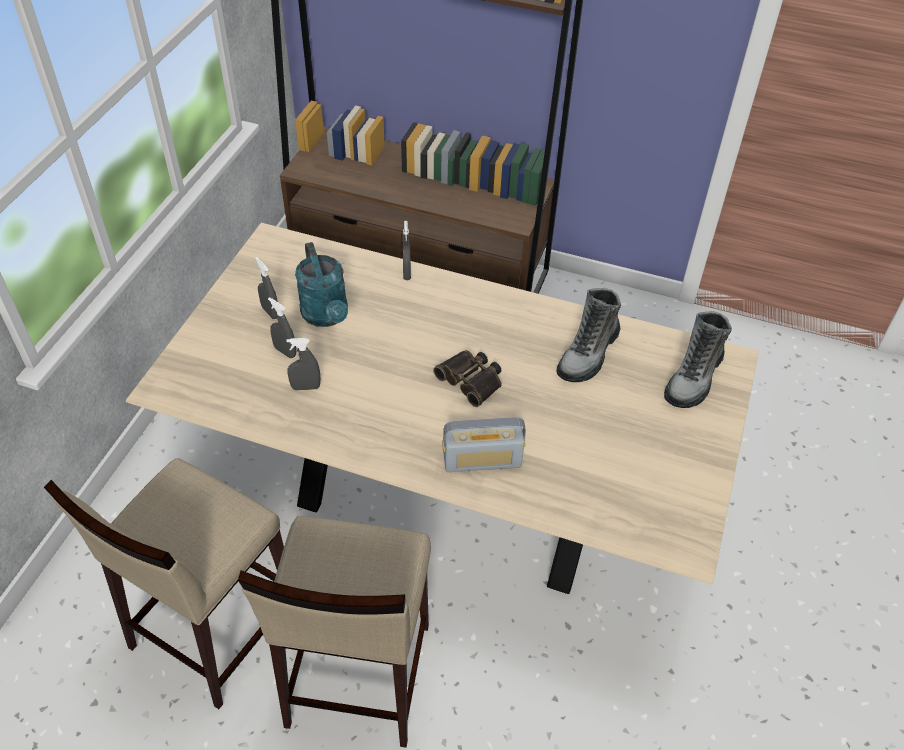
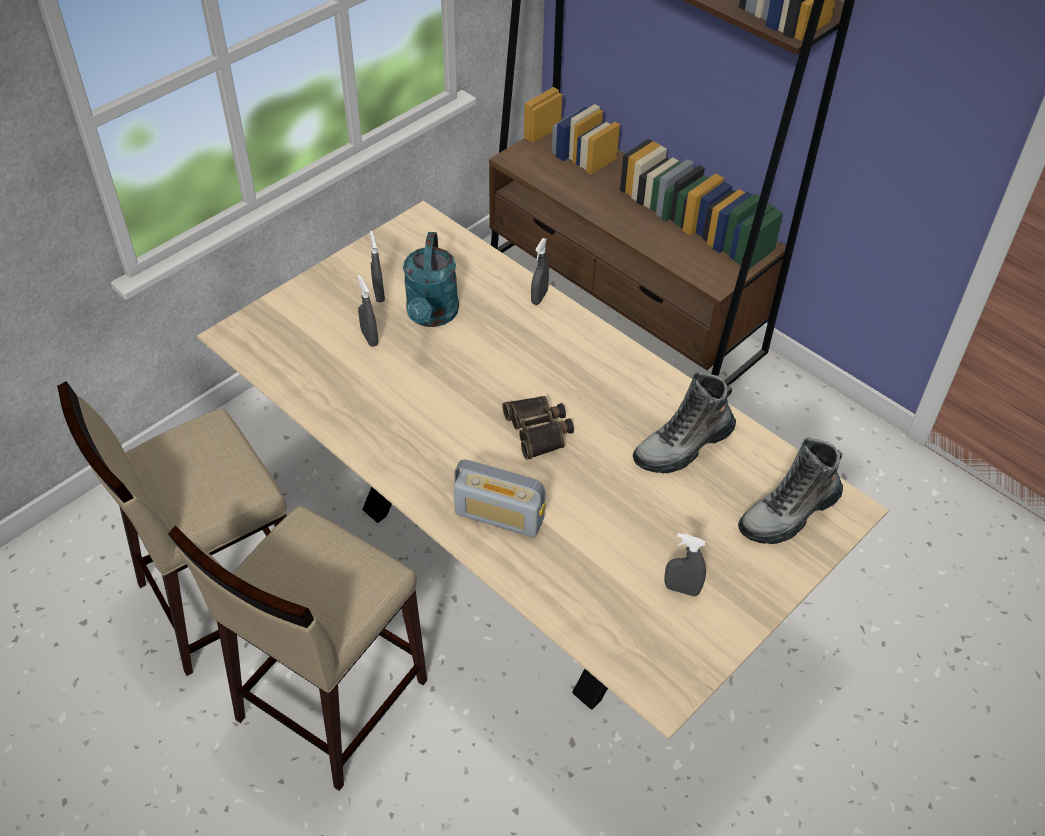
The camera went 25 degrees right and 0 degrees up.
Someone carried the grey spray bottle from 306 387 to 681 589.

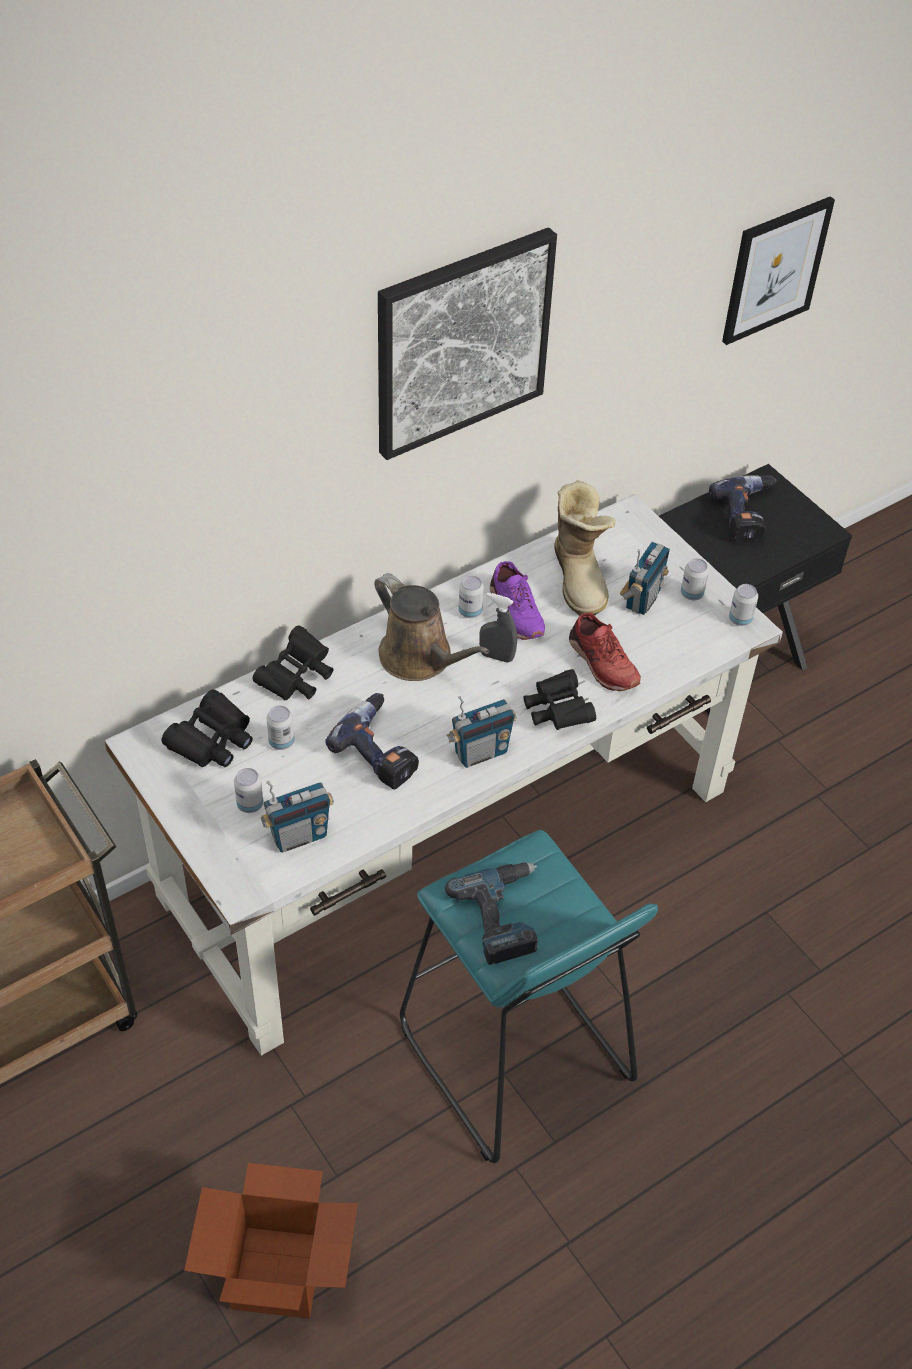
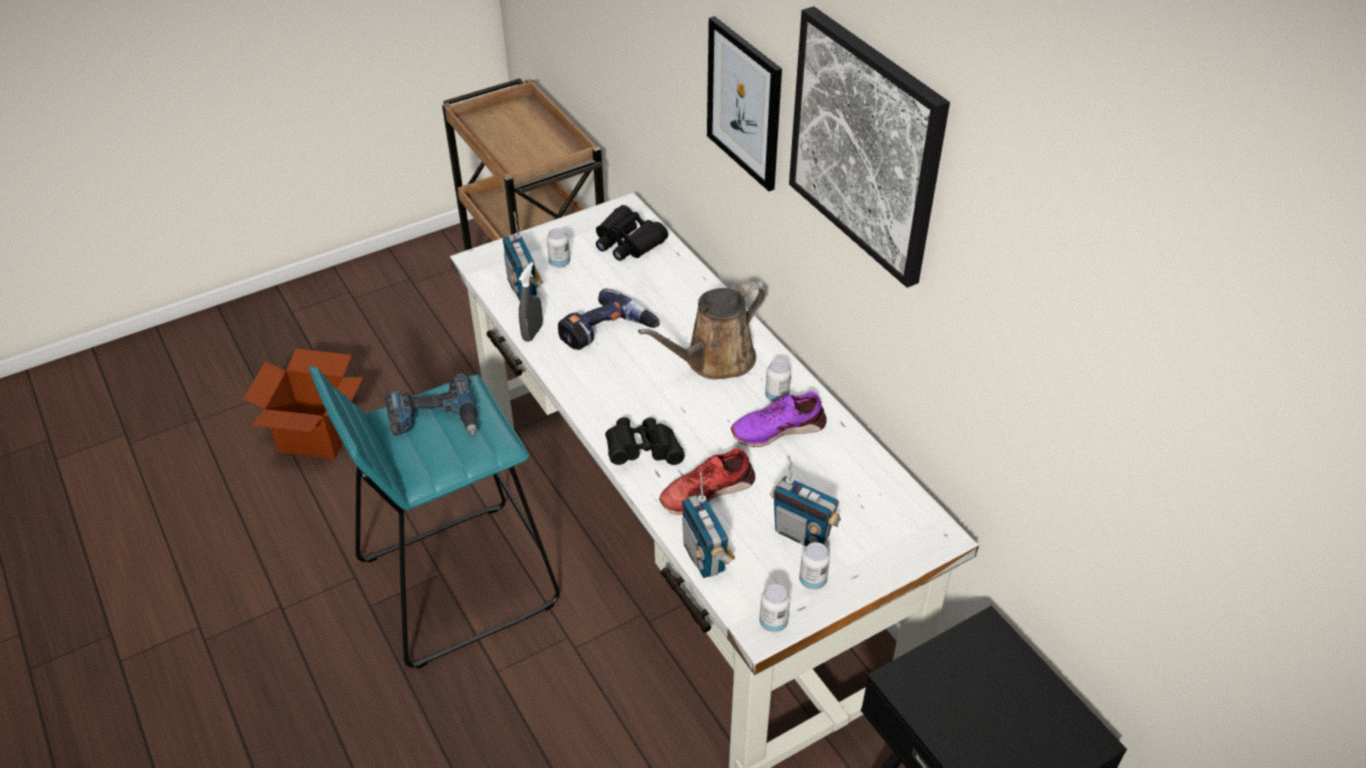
The camera went 95 degrees right and 5 degrees down.
Someone carried the grey spray bottle from 496 656 to 532 333.
Someone carried the radio from 480 752 to 705 557.
Someone carried the picture from 775 270 to 744 103.
Someone took away the black binoculars at 297 677.
Someone took away the can at 281 742.
Someone took away the boot at 581 577.
Someone took away the power drill at 748 515.

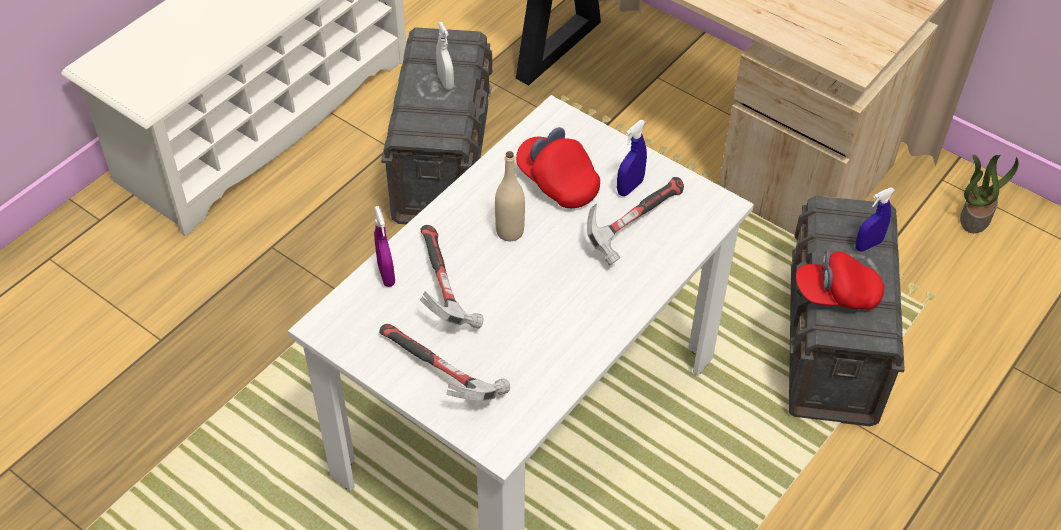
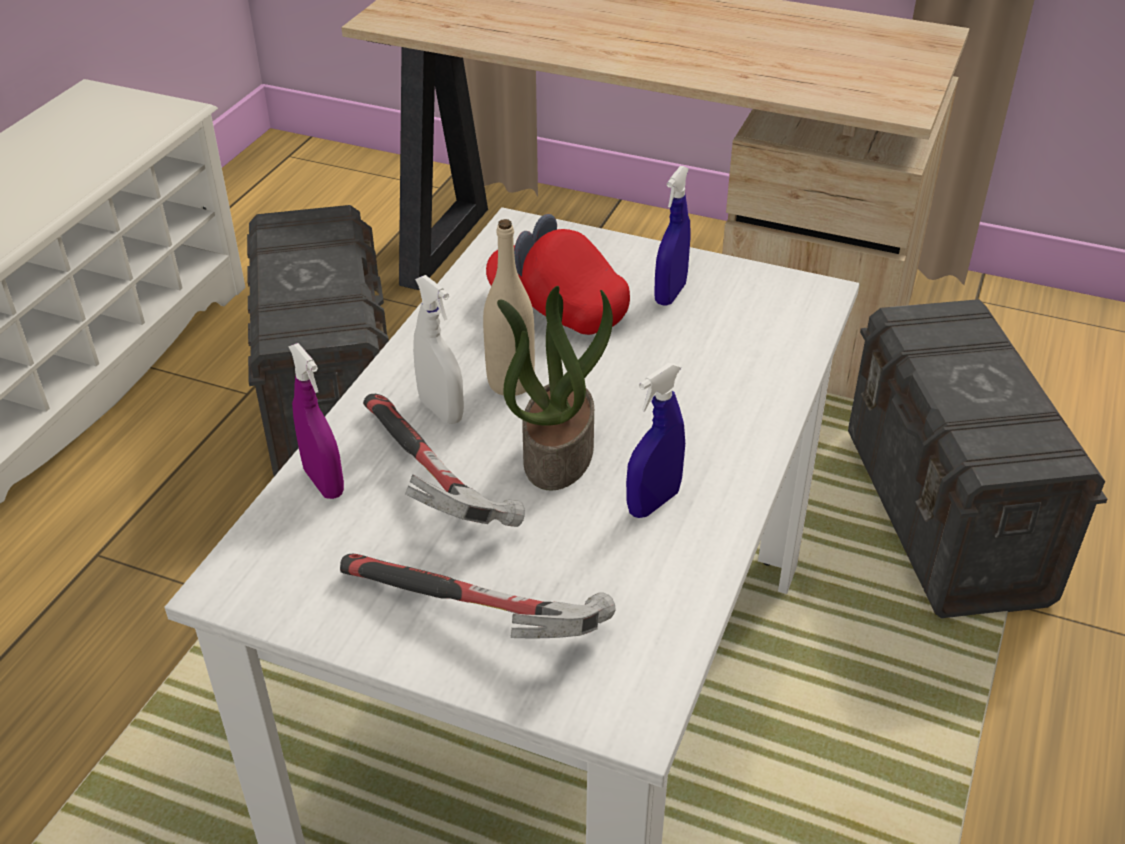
The camera went 15 degrees left and 10 degrees down.
Someone carried the white spray bottle from 445 82 to 441 410.
Someone carried the potted plant from 975 216 to 557 453.
Someone carried the blue spray bottle from 868 245 to 653 502.
Someone took away the hammer at 633 226.
Someone took away the red cap at 836 294.

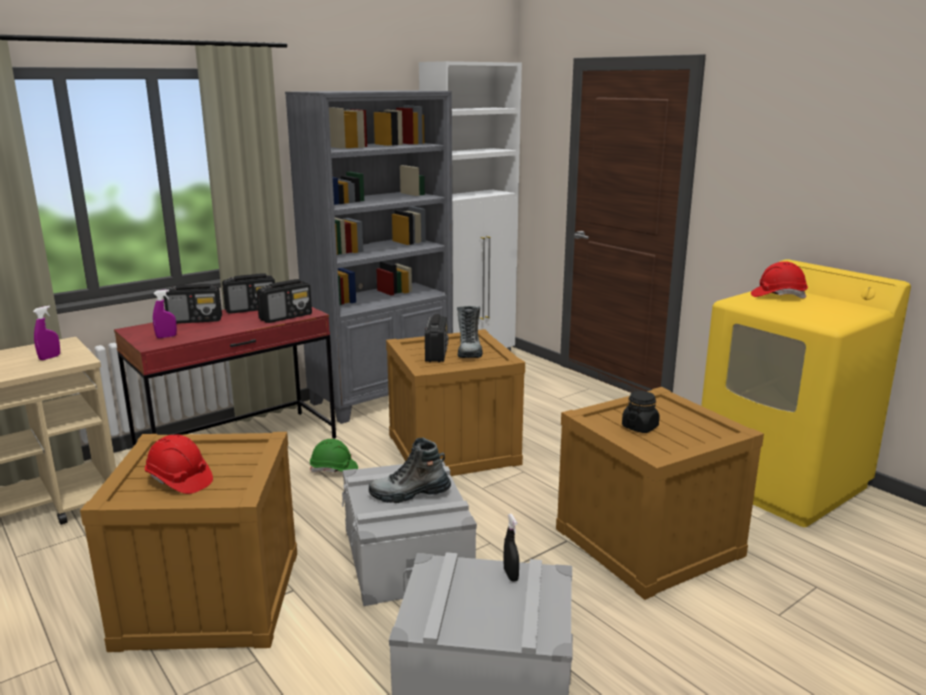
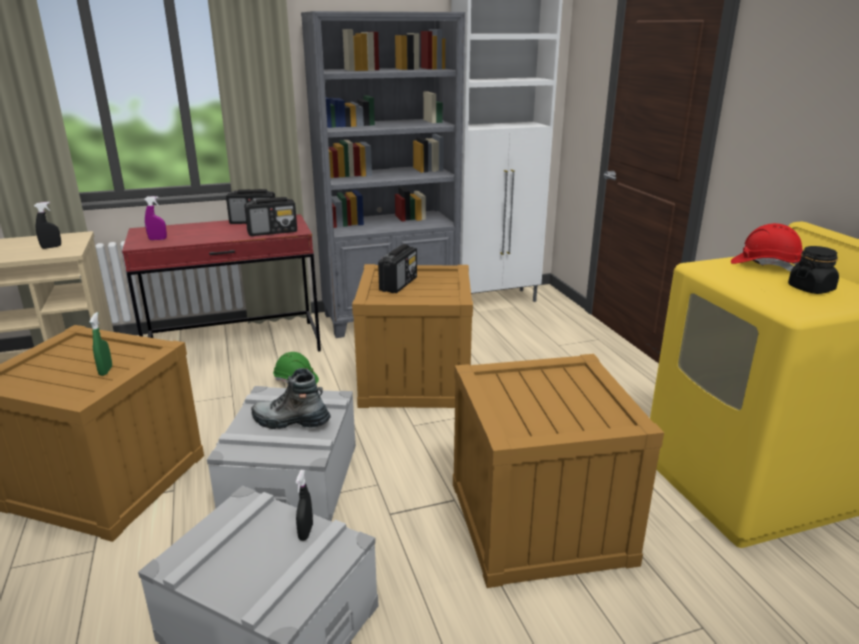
The camera went 20 degrees right and 5 degrees up.
Someone repainted the purple spray bottle at 50 357, which became the black spray bottle at 51 247.
Someone put down the green spray bottle at 106 371.
Someone carried the black jar from 640 427 to 811 289.
Someone took away the red hard hat at 179 480.
Someone took away the radio at 195 320.
Someone took away the boot at 469 350.

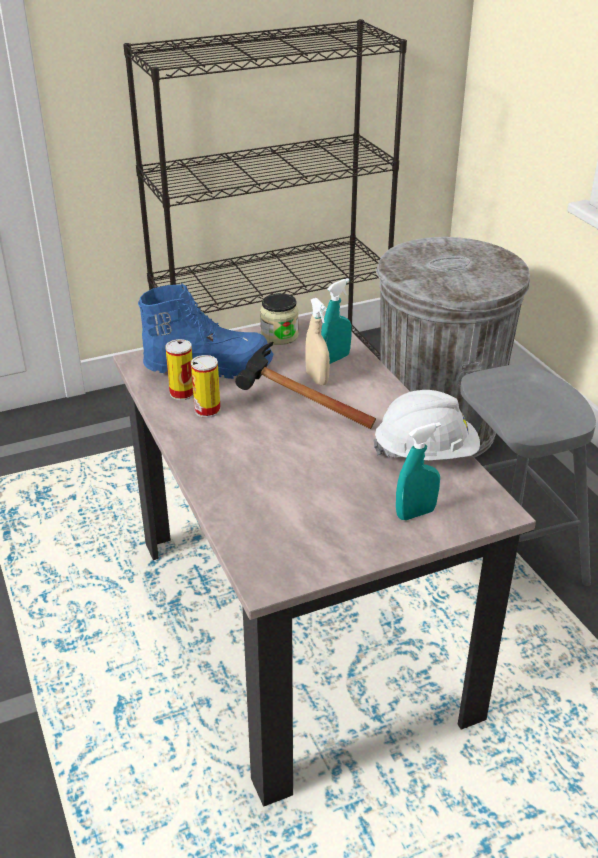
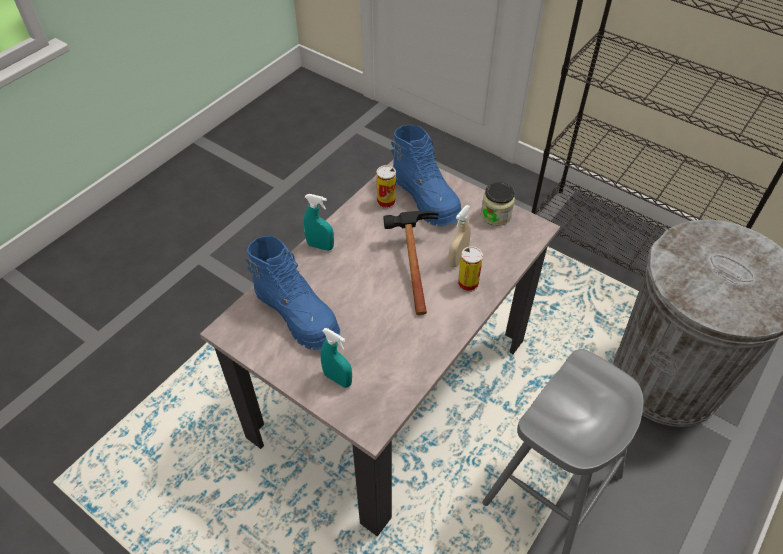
The camera went 60 degrees right and 15 degrees up.
Someone put down the blue boot at 298 314.
Someone carried the turquoise spray bottle from 335 359 to 320 246.
Someone carried the can from 207 410 to 468 284.
Someone took away the white hard hat at 426 453.

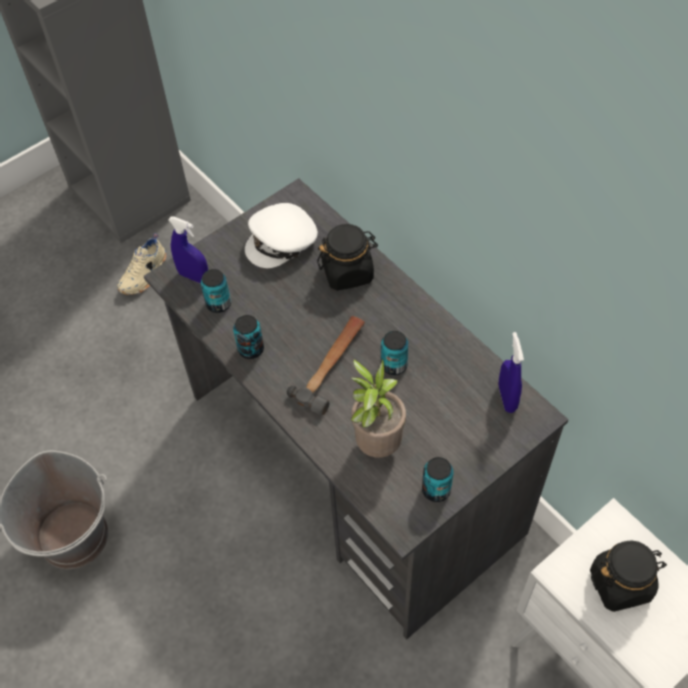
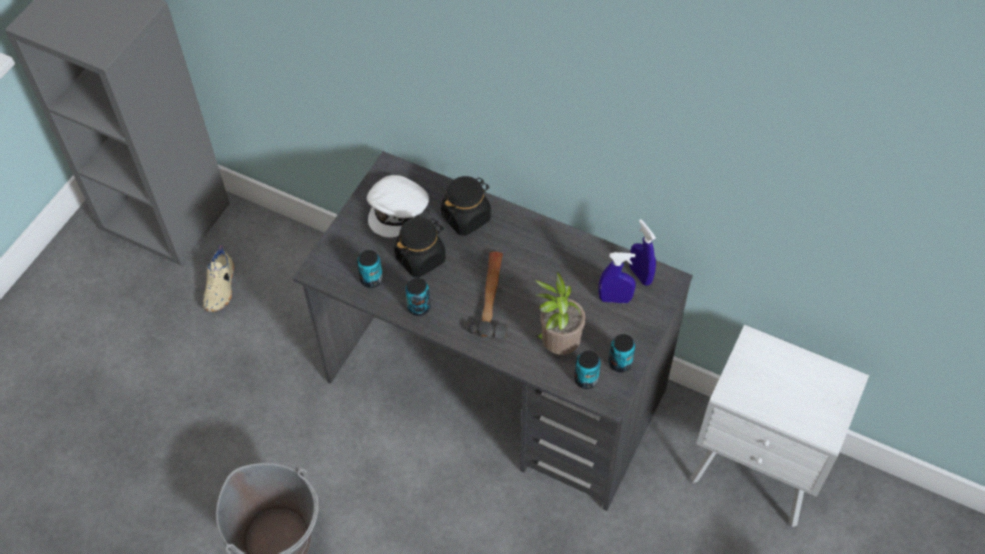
The camera went 25 degrees left and 0 degrees up.
Someone carried the black jar from 620 583 to 420 258.
Someone carried the can from 394 365 to 586 379.
Someone carried the blue spray bottle from 194 276 to 615 299.

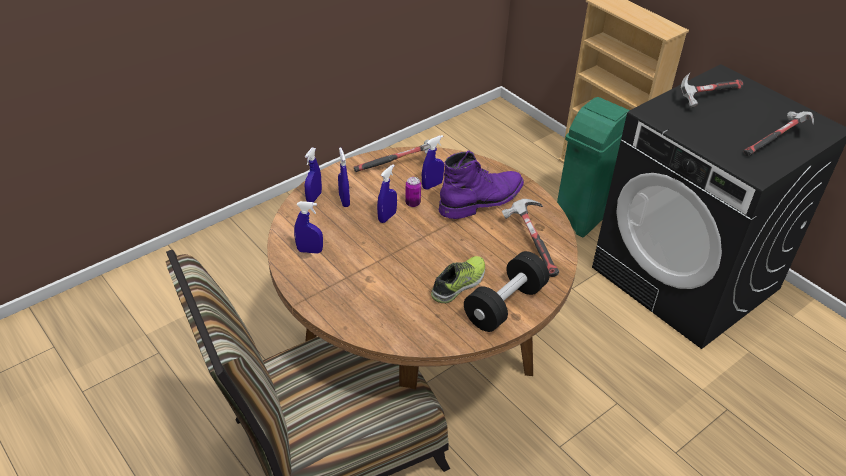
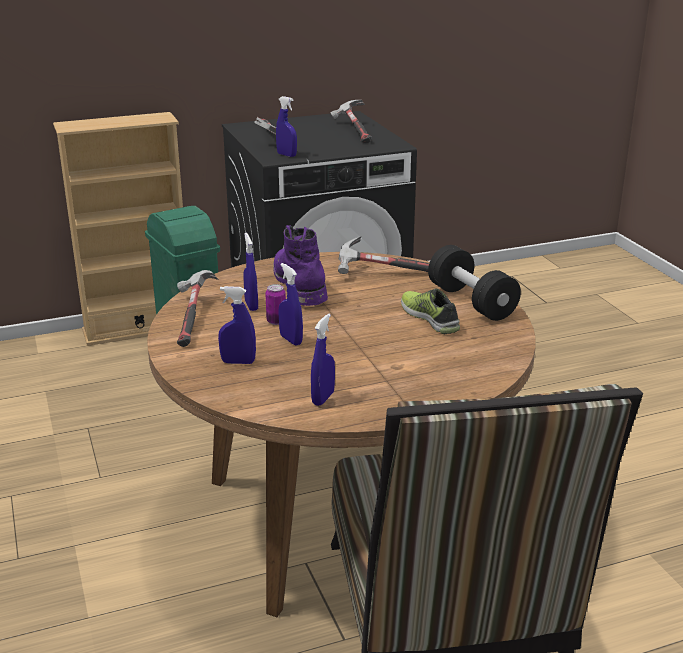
The camera went 70 degrees left and 15 degrees down.
Someone carried the blue spray bottle from 314 198 to 286 155.

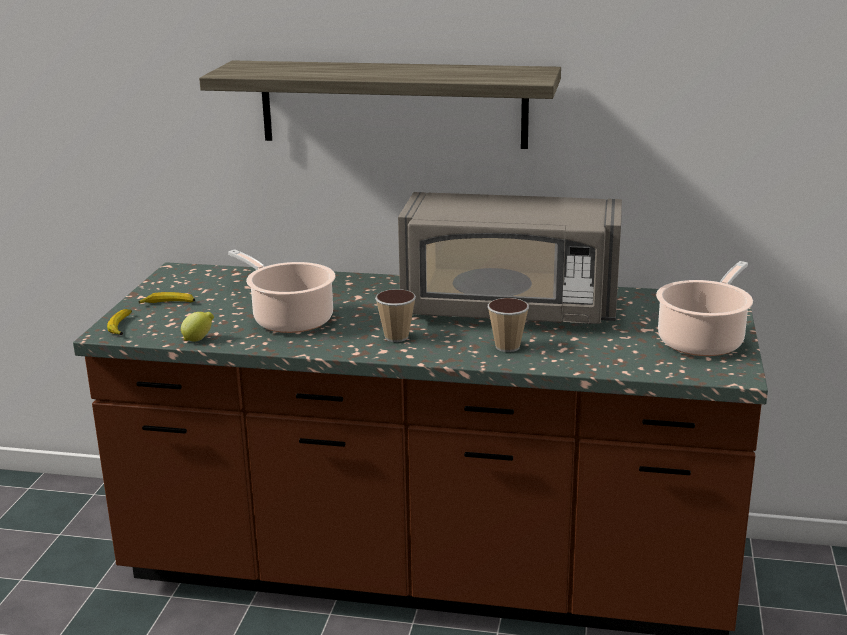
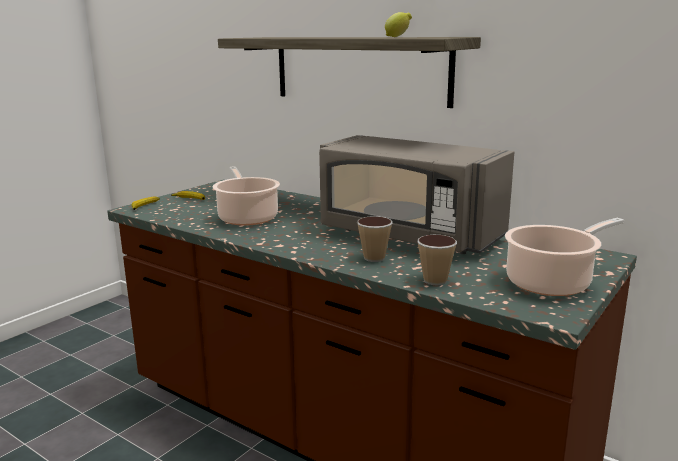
The camera went 25 degrees right and 5 degrees down.
Someone carried the lemon from 199 339 to 398 37.
Someone carried the cup from 396 337 to 435 280.

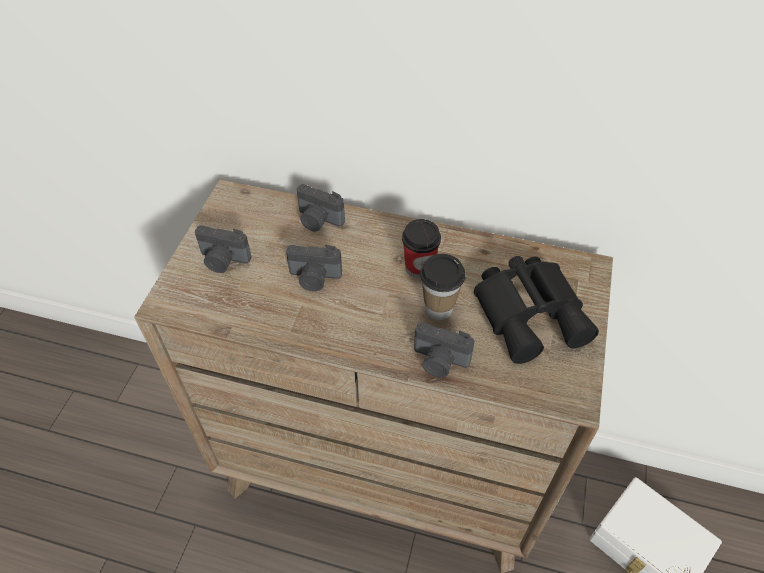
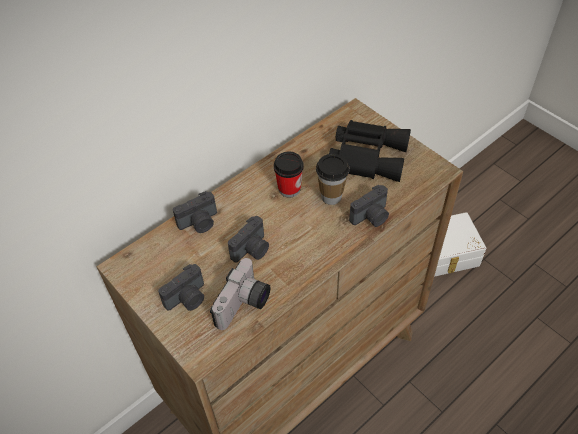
The camera went 55 degrees left and 0 degrees up.
Someone put down the photo camera at 244 305.

